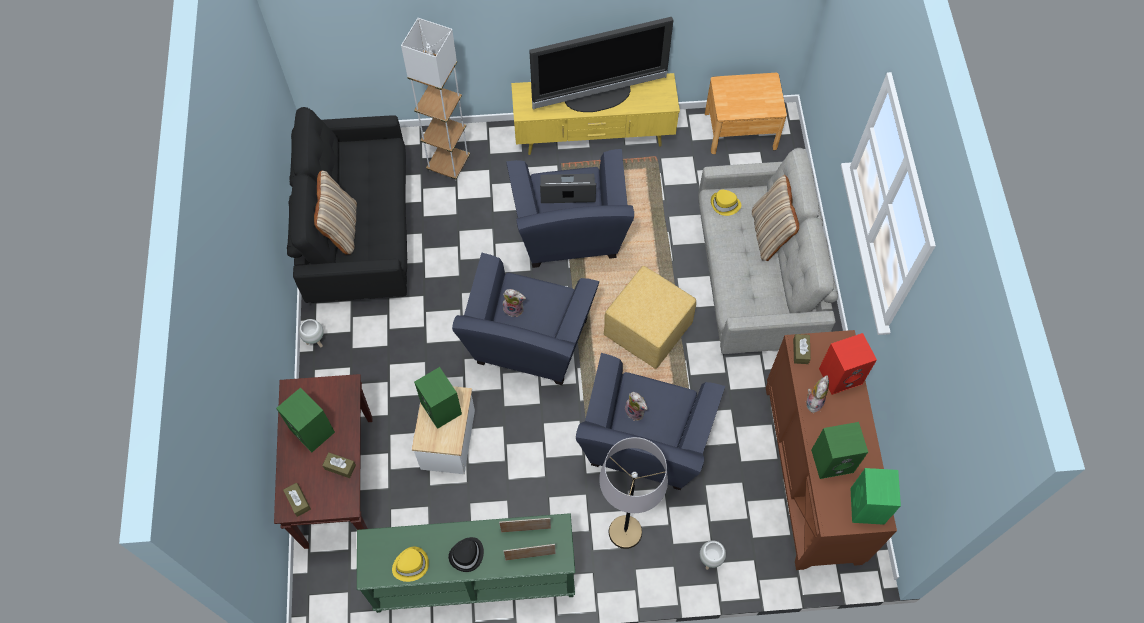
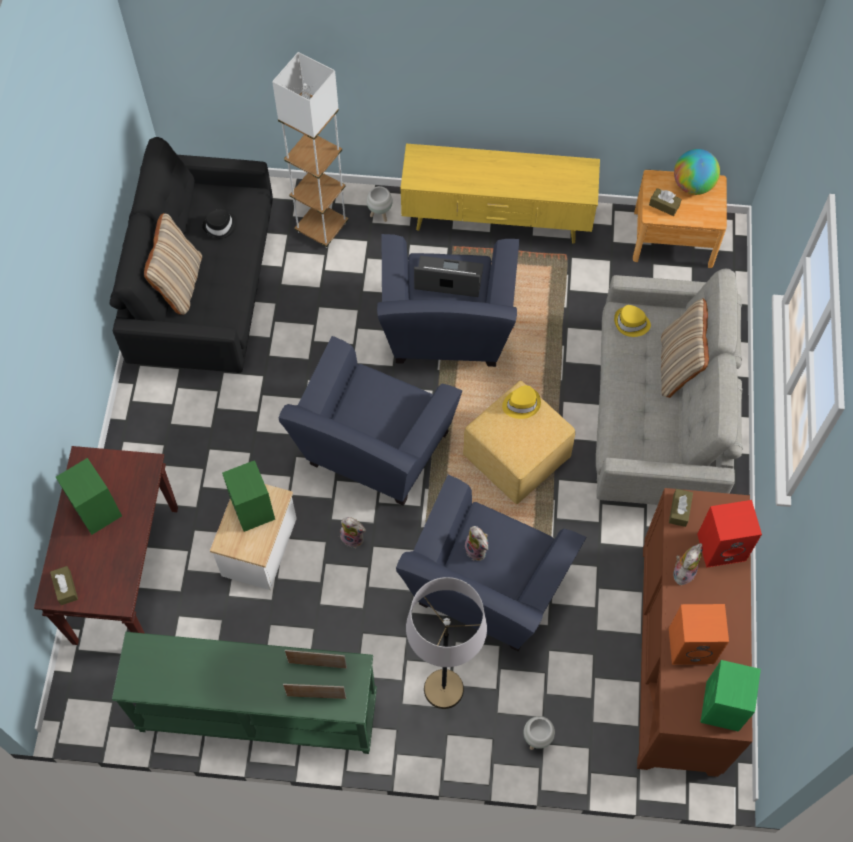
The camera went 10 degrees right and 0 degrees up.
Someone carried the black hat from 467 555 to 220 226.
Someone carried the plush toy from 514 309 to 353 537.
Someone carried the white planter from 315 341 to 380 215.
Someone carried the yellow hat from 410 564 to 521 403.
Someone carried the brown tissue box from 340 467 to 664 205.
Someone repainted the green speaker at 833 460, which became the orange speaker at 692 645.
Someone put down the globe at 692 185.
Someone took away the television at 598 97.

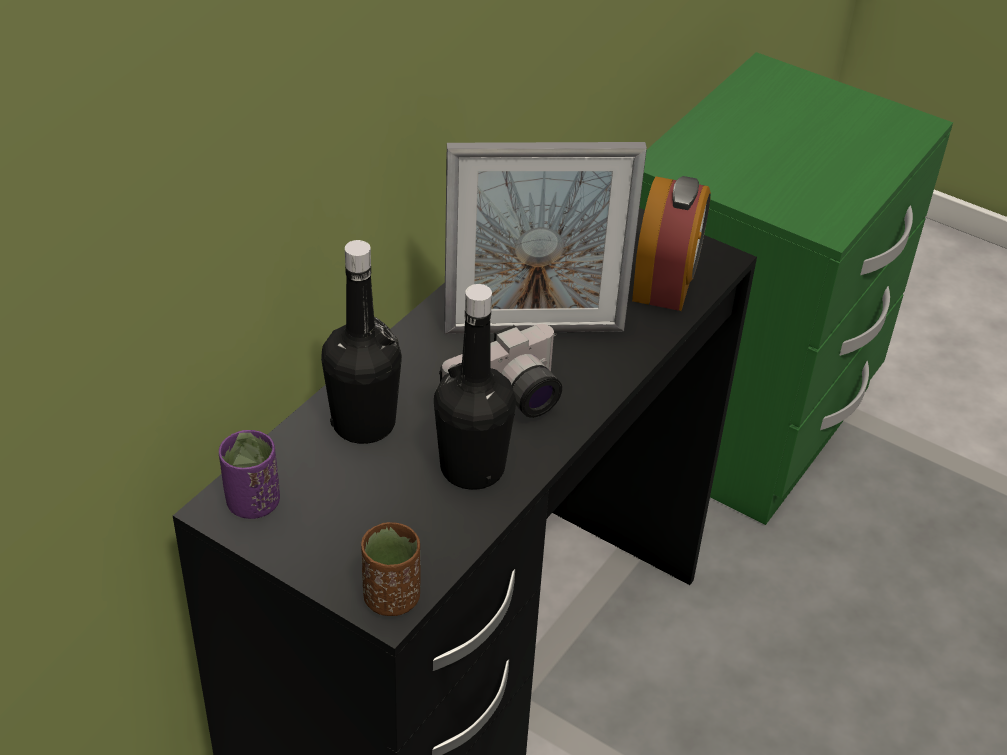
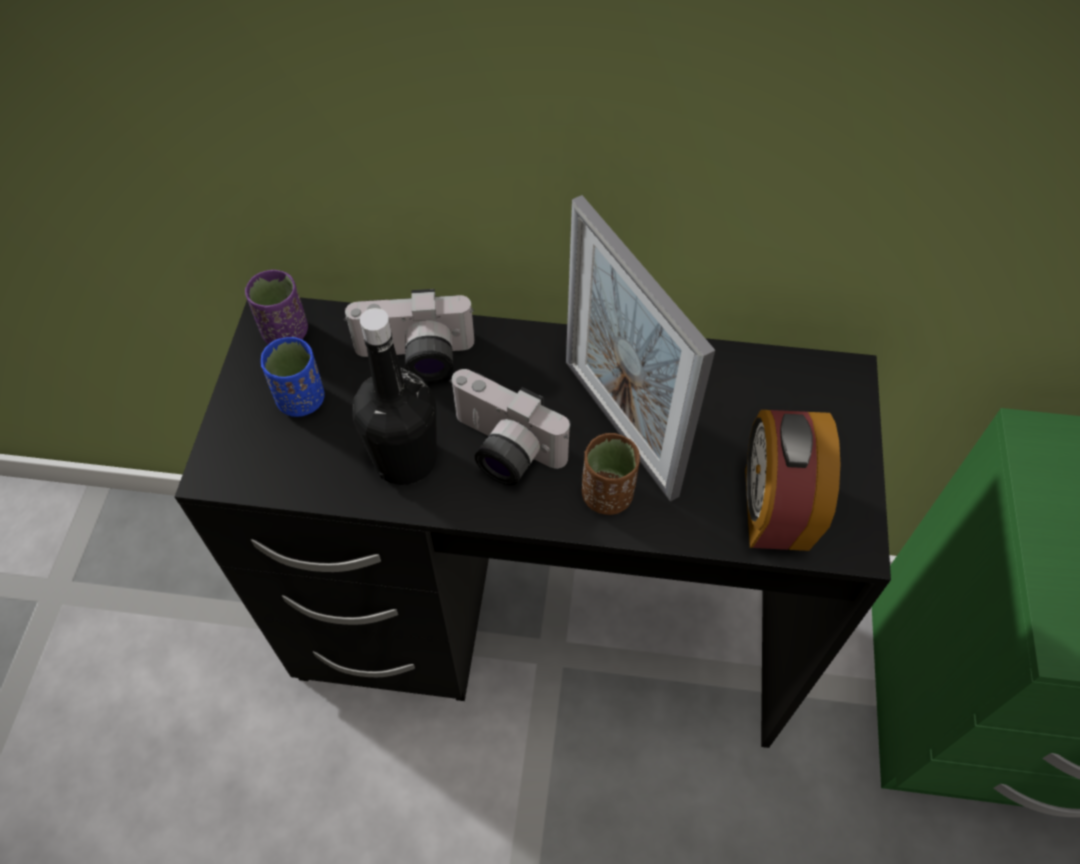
The camera went 65 degrees right and 15 degrees up.
Someone put down the blue cup at 301 399.
Someone swapped the black bottle at 364 423 for the photo camera at 415 359.
Someone carried the brown cup from 391 597 to 607 494.
Someone rotated the alarm clock at 666 283 by 105 degrees clockwise.

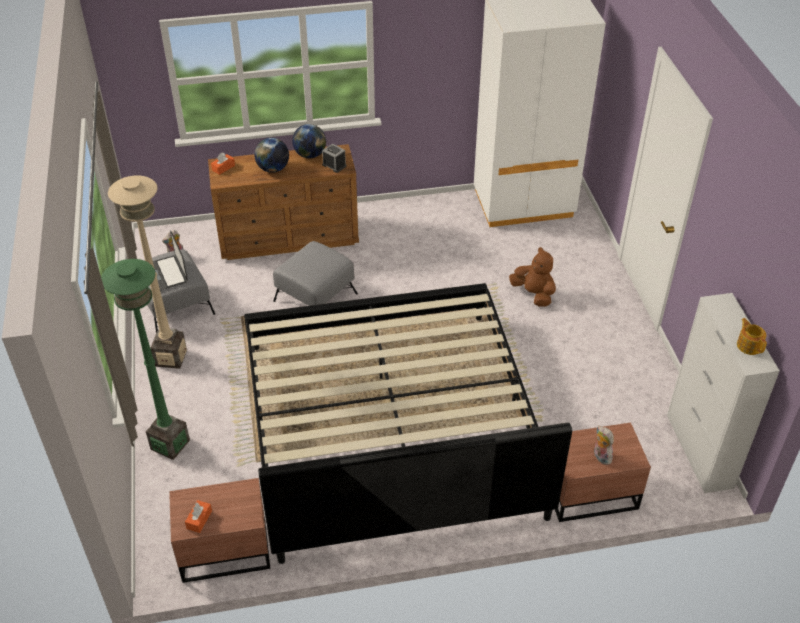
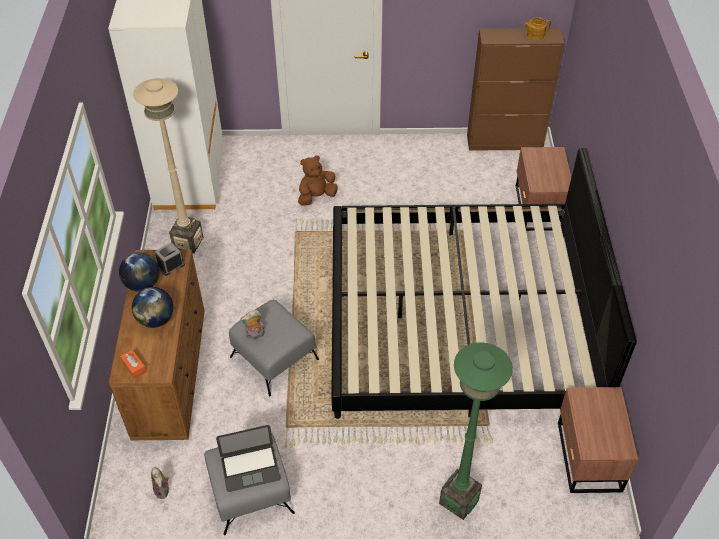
The camera went 80 degrees left and 5 degrees up.
Someone carried the beige floor lamp from 171 357 to 188 242.
Someone carried the plush toy from 600 456 to 255 335.
Someone repainted the white cabinet at 699 451, which became the brown cabinet at 505 142.
Someone took away the orange tissue box at 199 519.

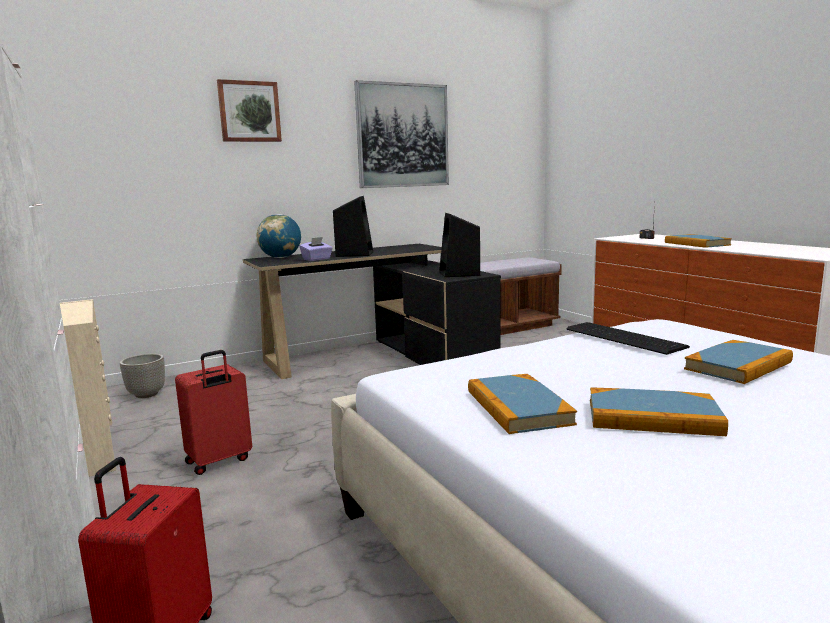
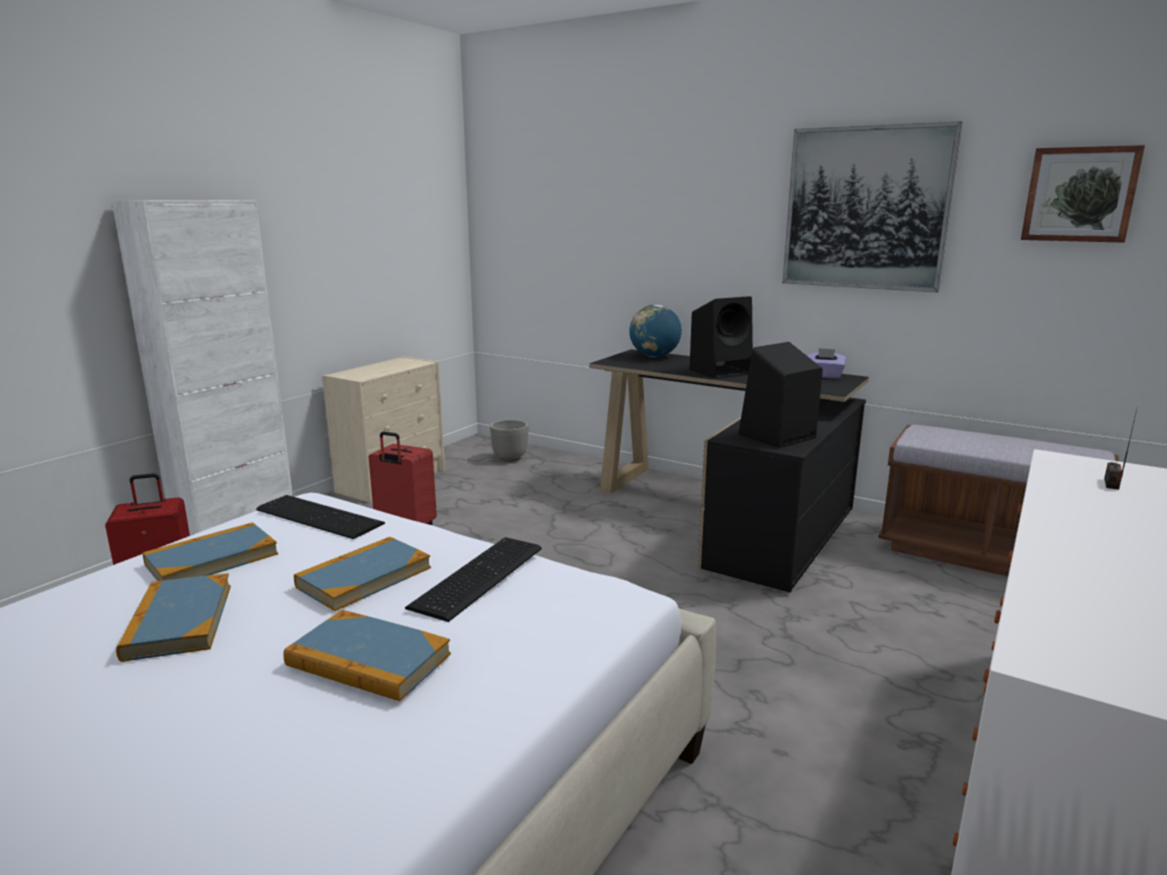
The camera went 60 degrees right and 5 degrees up.
Someone put down the keyboard at 320 515.
Someone carried the book from 696 244 to 364 577.
Someone carried the purple tissue box from 317 259 to 824 376.
Someone carried the picture from 249 111 to 1079 194.

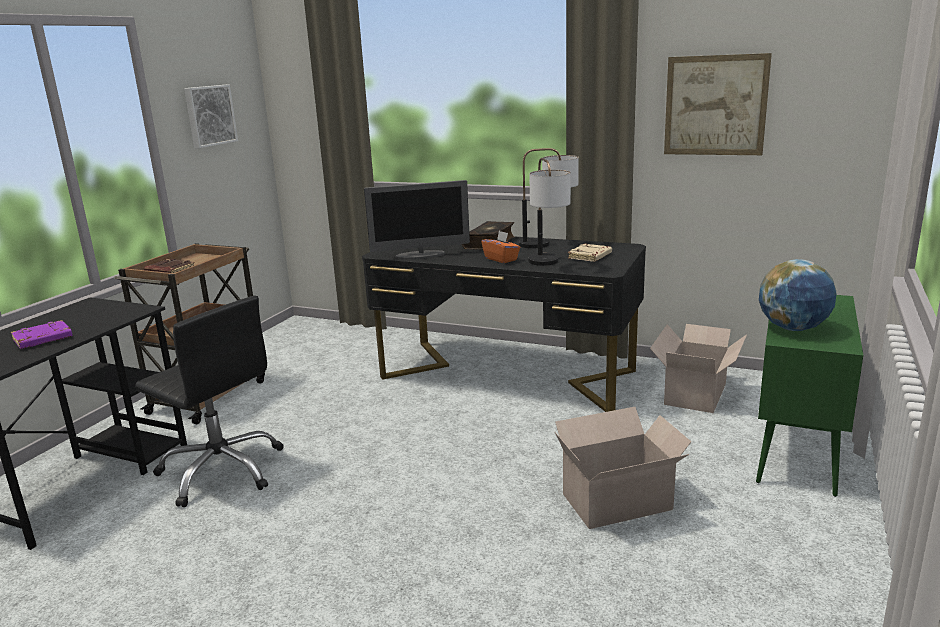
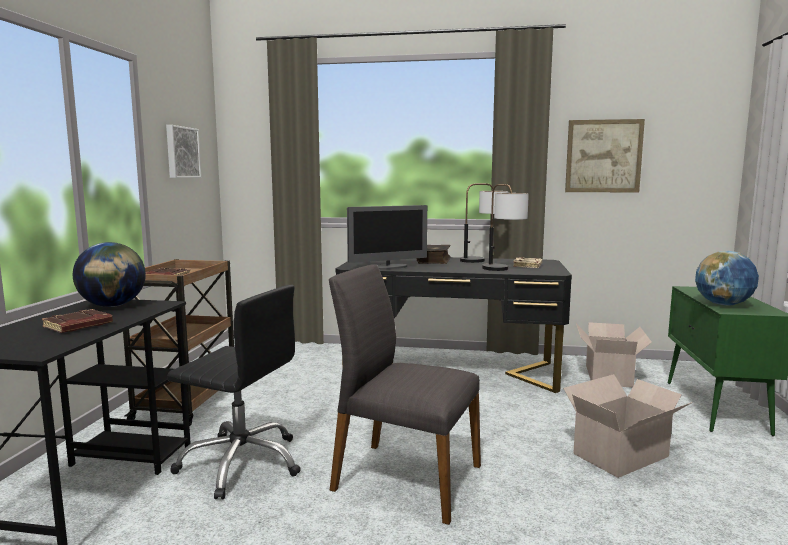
The camera went 15 degrees left and 10 degrees down.
Someone repainted the purple book at 42 339, which became the brown book at 78 326.
Someone put down the globe at 113 306.
Someone put down the grey chair at 405 478.
Someone took away the orange tissue box at 501 259.

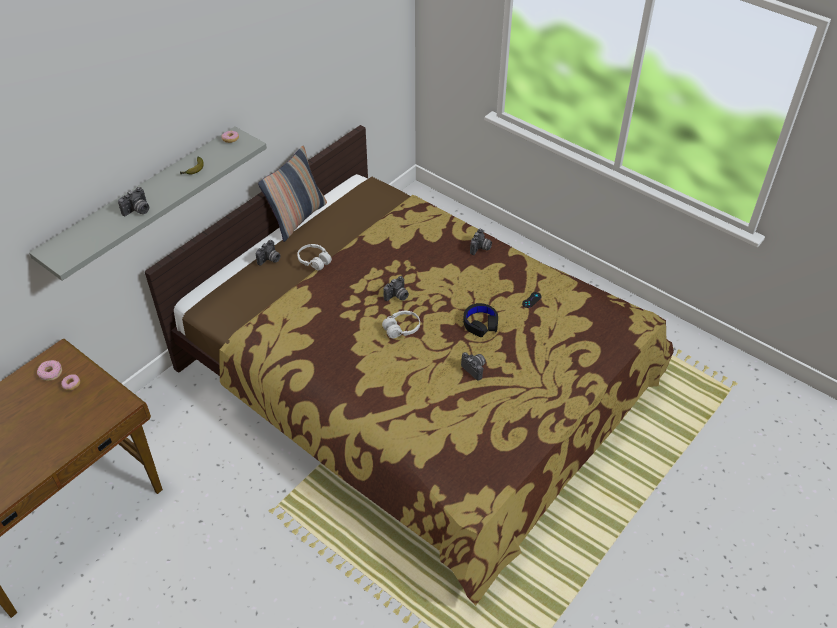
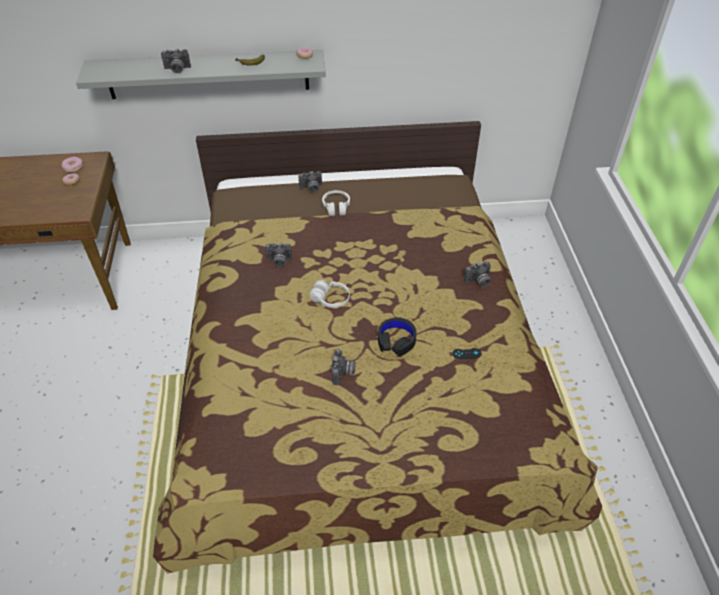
The camera went 45 degrees right and 0 degrees up.
Someone carried the photo camera from 397 296 to 278 261.
Someone took away the pillow at 297 218.

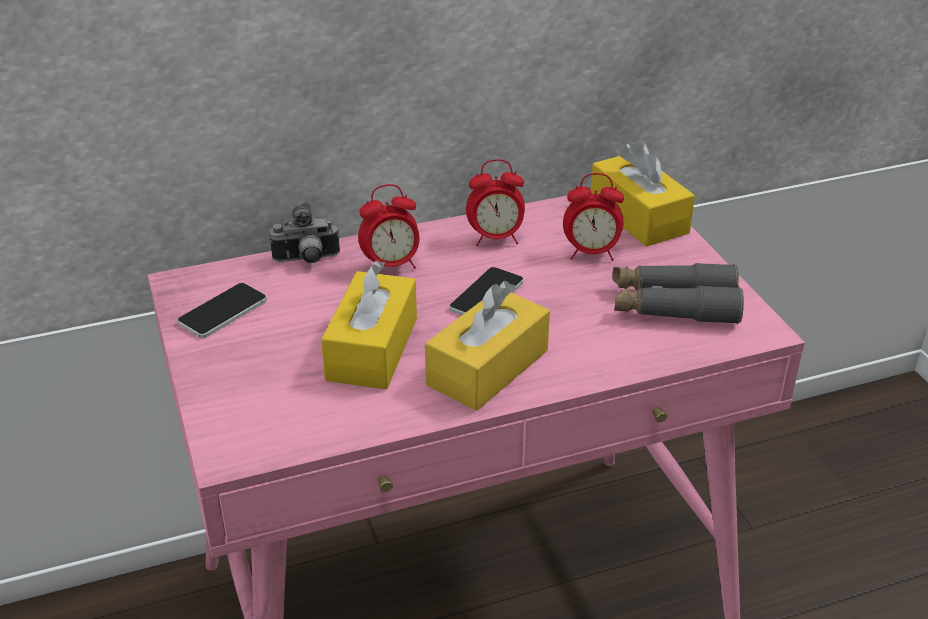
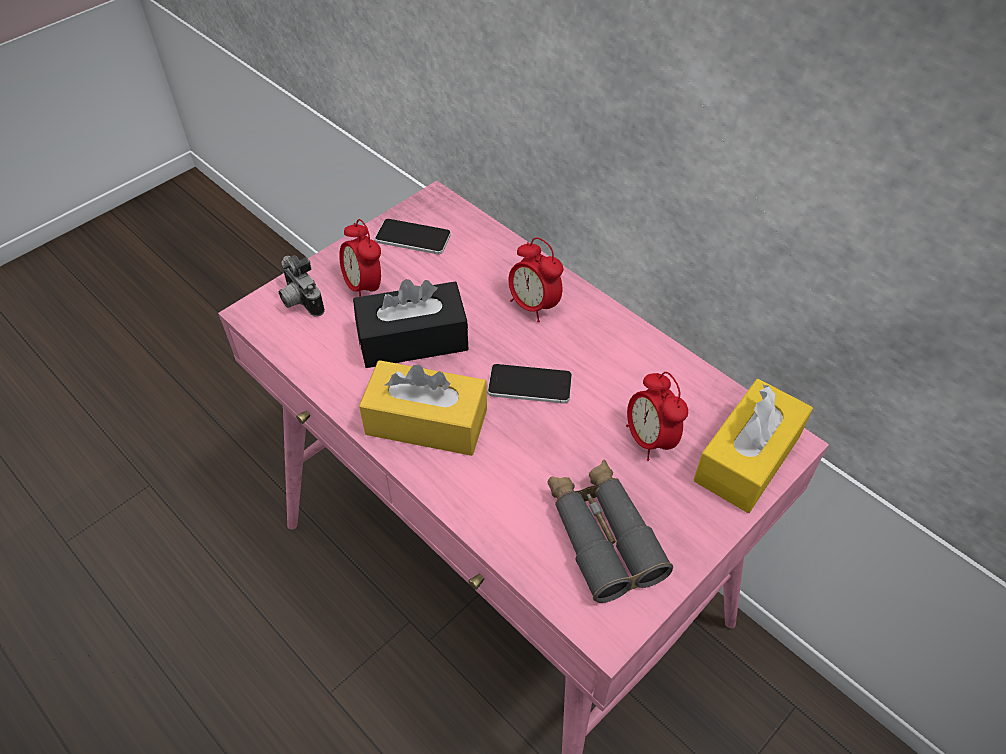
The camera went 65 degrees right and 15 degrees up.
Someone carried the photo camera from 307 260 to 299 301.
Someone carried the alarm clock from 495 238 to 364 287.
Someone repainted the yellow tissue box at 372 349, which became the black tissue box at 413 339.

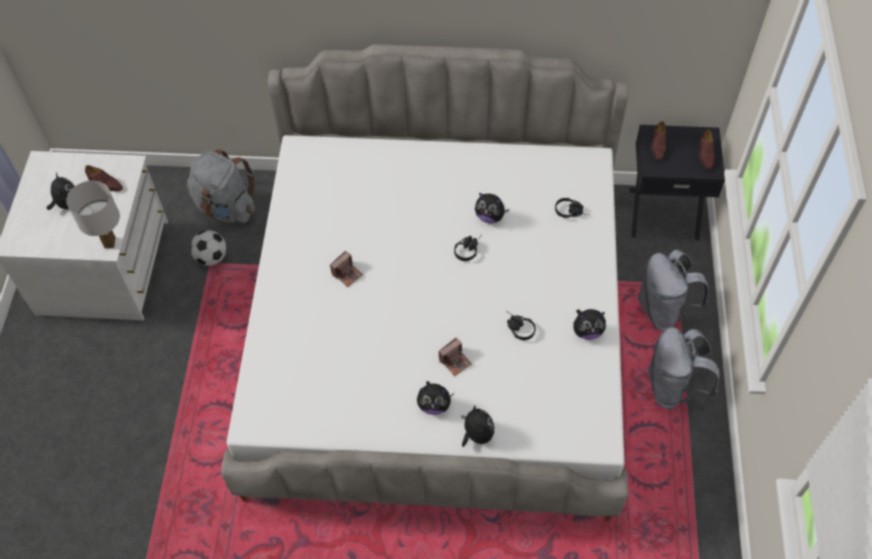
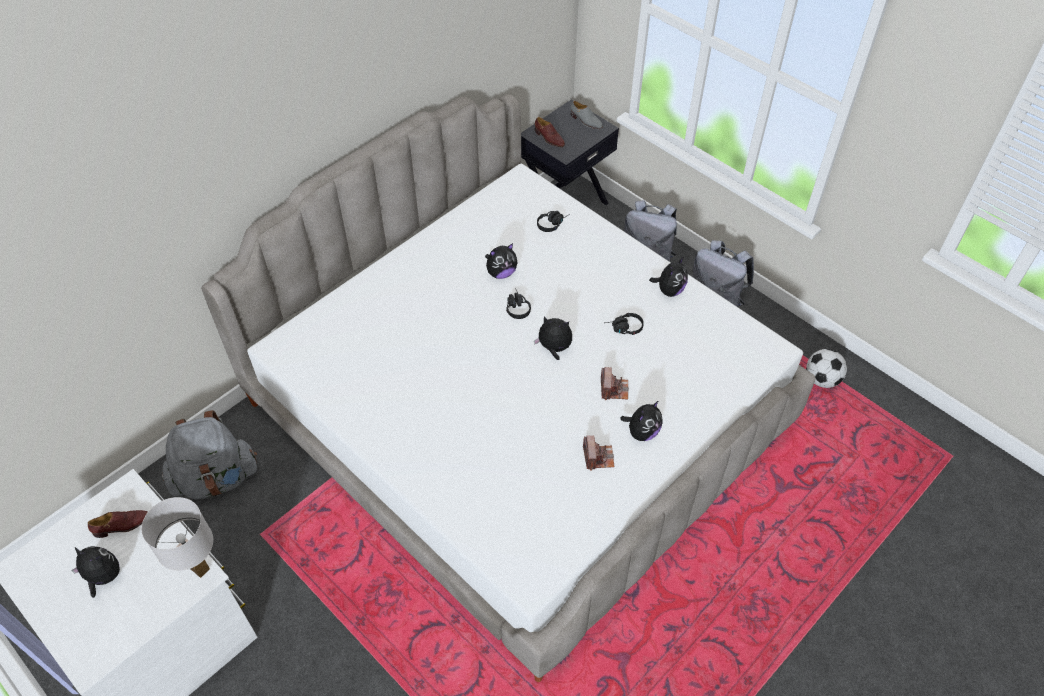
The camera went 50 degrees left and 5 degrees down.
Someone carried the plush toy from 476 435 to 554 348.
Someone repainted the brown shoe at 705 154, which became the grey shoe at 586 121.
Someone carried the photo camera from 347 274 to 598 457.
Someone carried the football from 211 257 to 821 379.

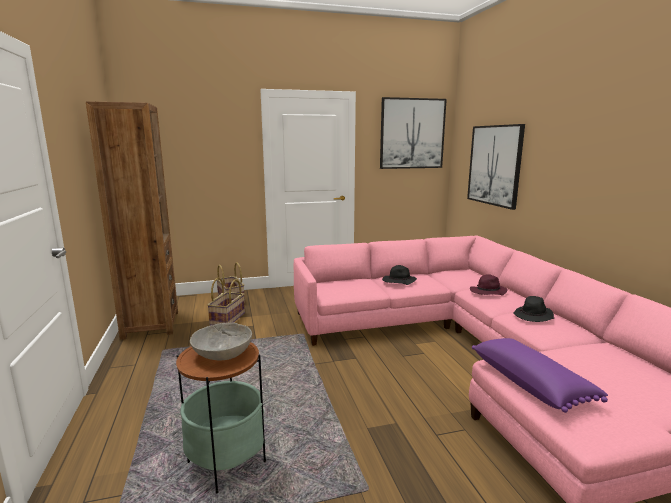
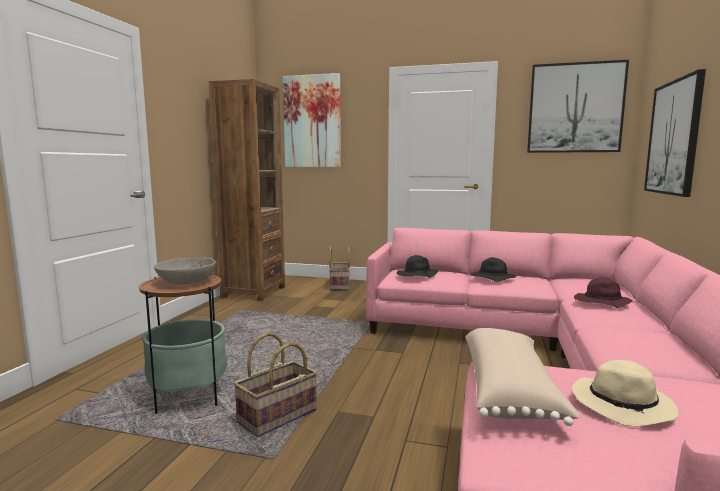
The camera went 30 degrees right and 5 degrees down.
Someone carried the basket from 228 319 to 278 417.
Someone put up the picture at 312 121.
Someone carried the black hat from 533 316 to 416 276.
Someone repainted the purple pillow at 531 383, which became the beige pillow at 510 392.
Someone put down the beige hat at 624 405.

